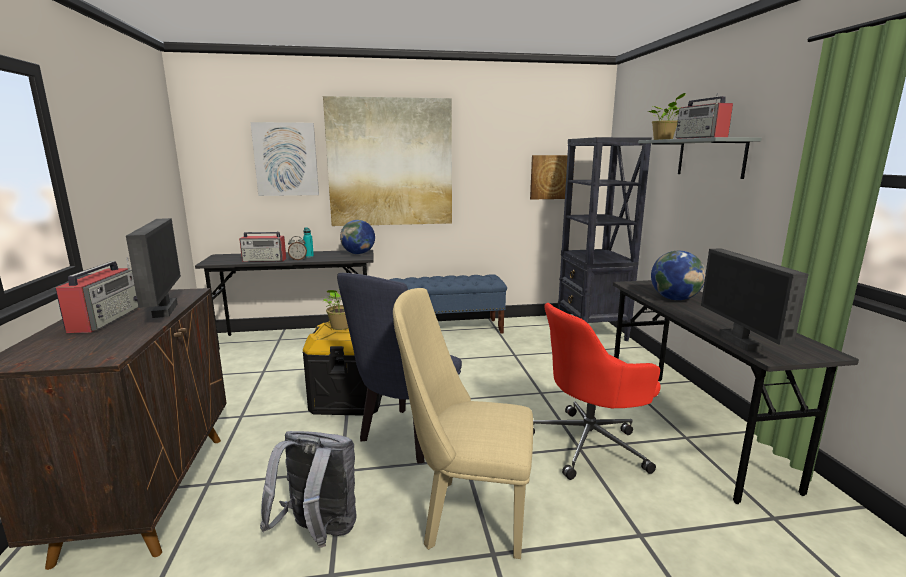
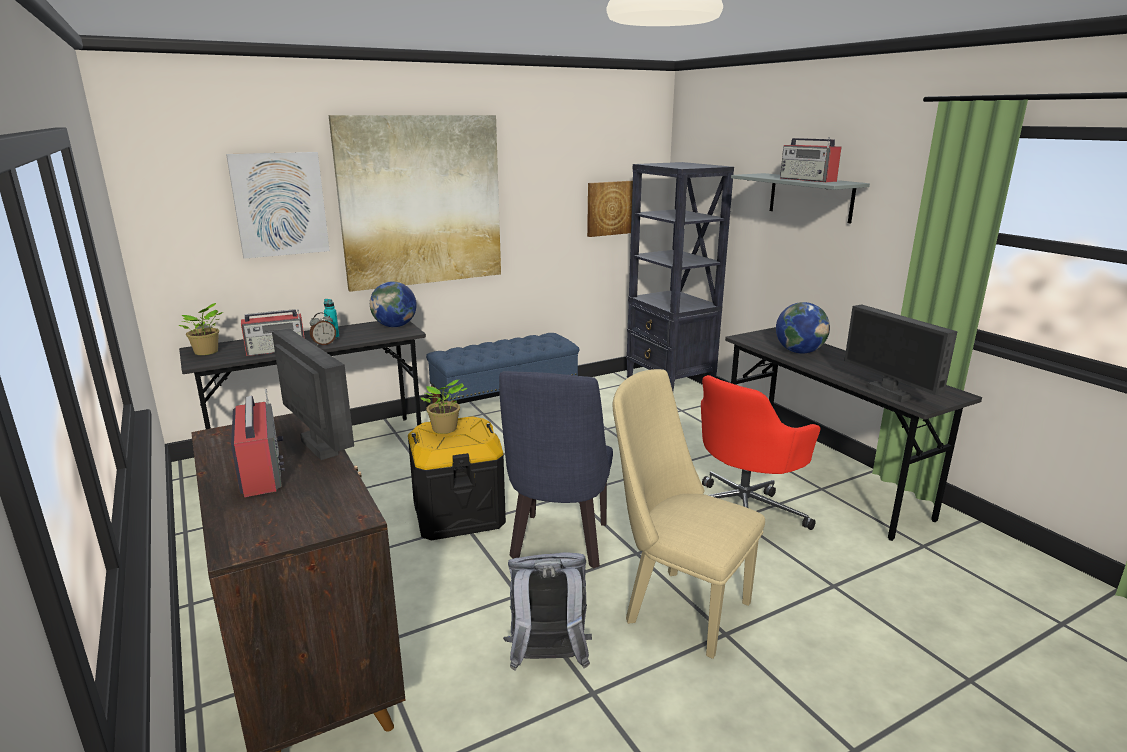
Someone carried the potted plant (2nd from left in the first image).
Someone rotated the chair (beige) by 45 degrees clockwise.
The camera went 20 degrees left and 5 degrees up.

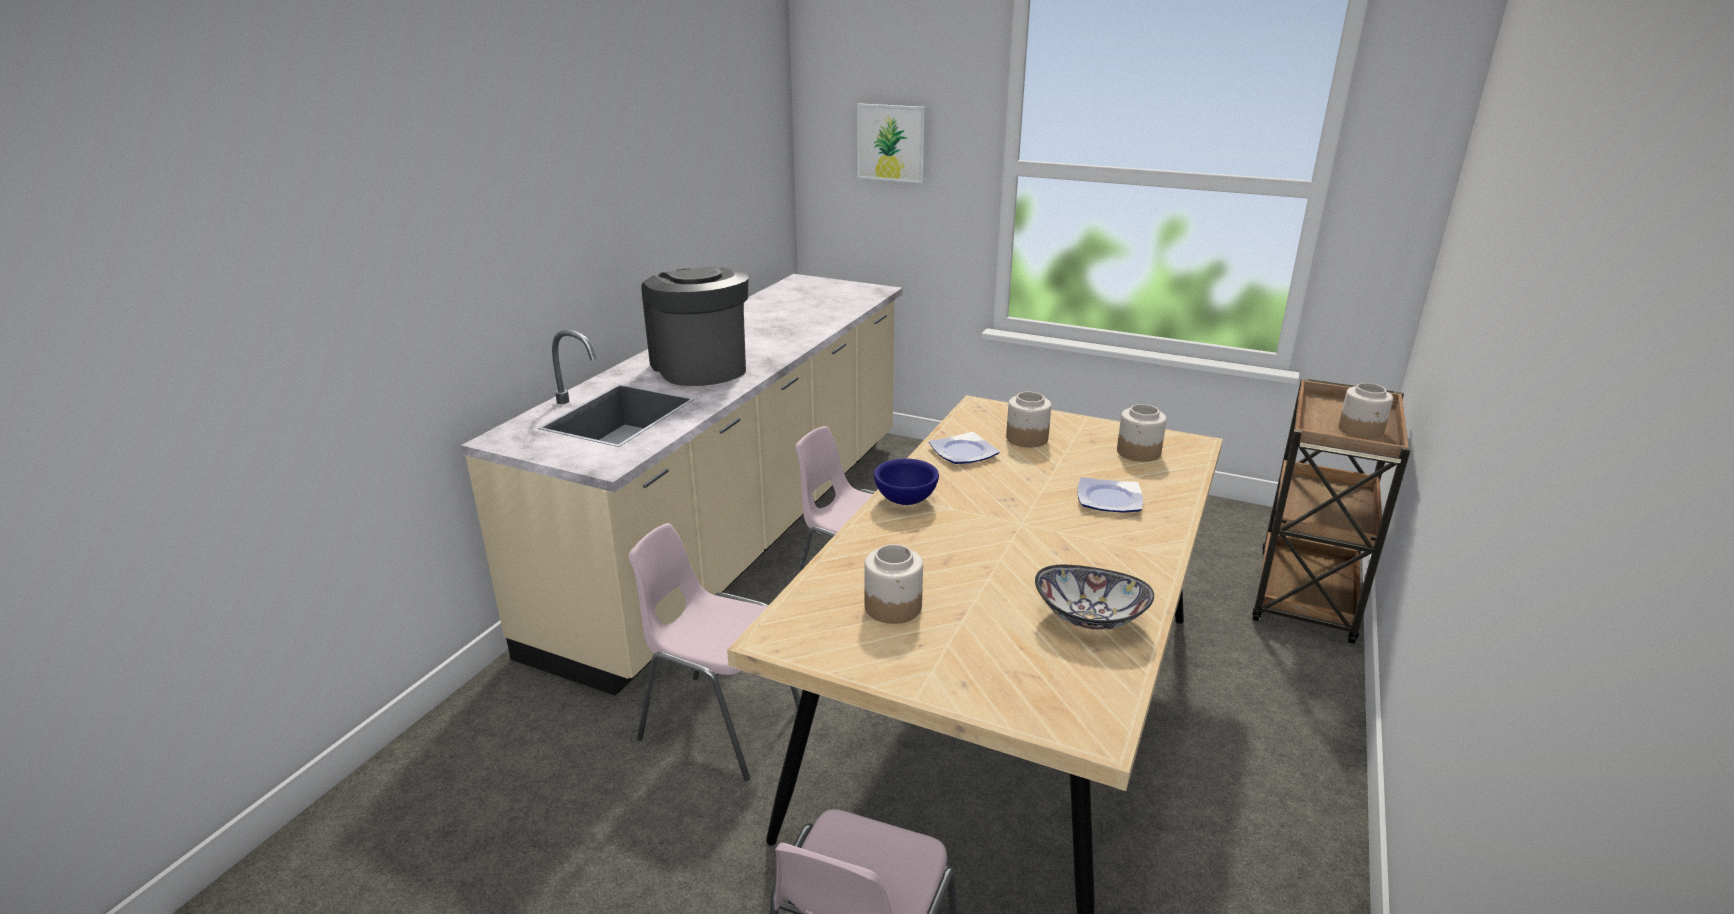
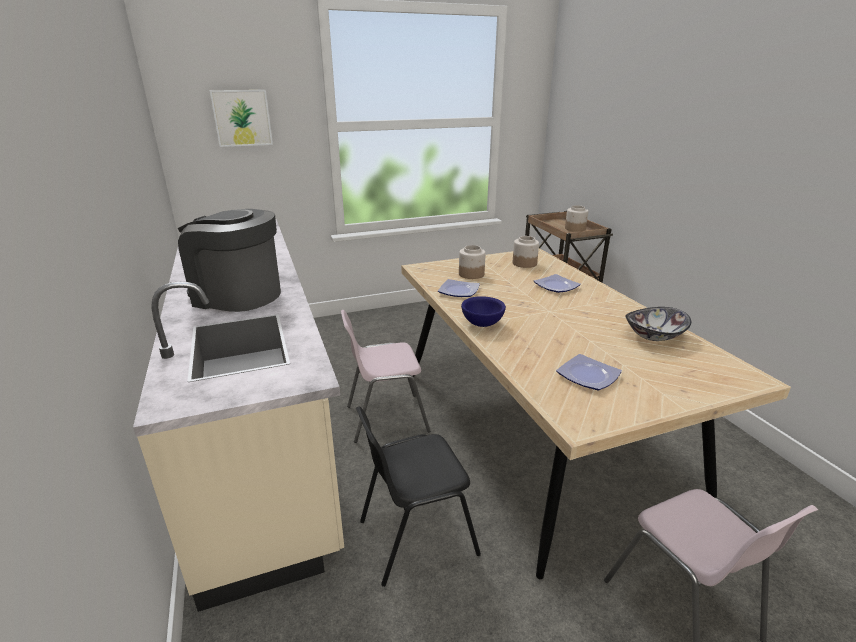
Someone repainted the chair (pink) (1st from left), which became the chair (black).
Someone swapped the jar (1st from left) for the plate (3rd from left).
The camera went 45 degrees left and 0 degrees up.

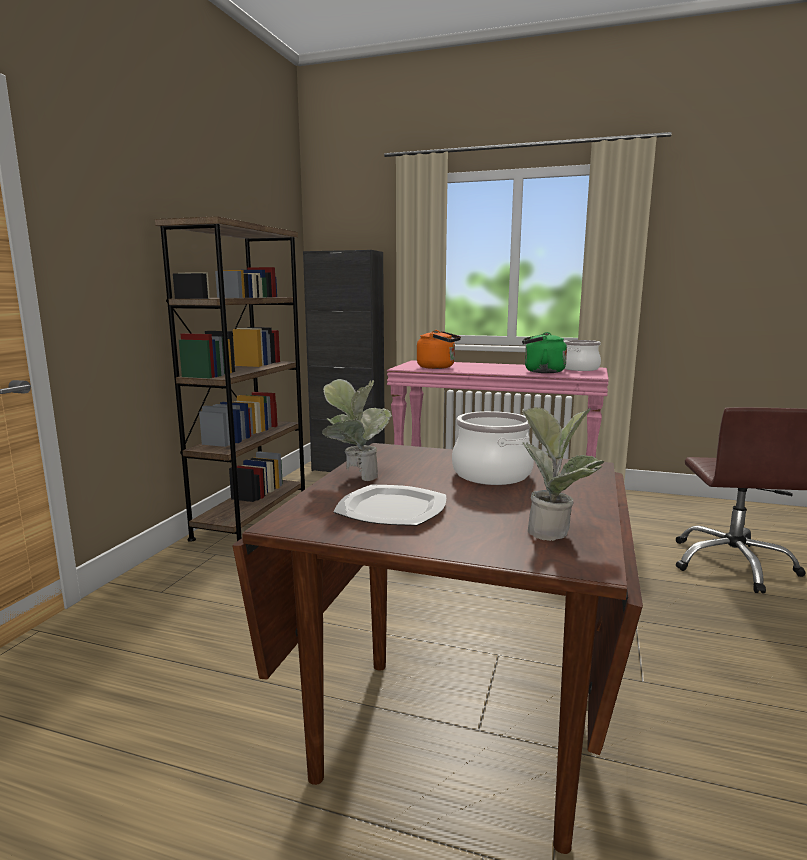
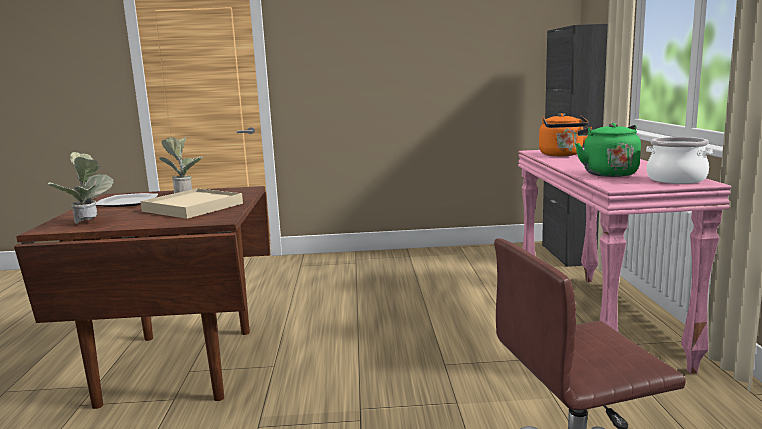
Someone swapped the cooking pot (1st from left) for the tray (beige).
Someone took away the bookcase (brown).
The camera went 70 degrees right and 0 degrees up.

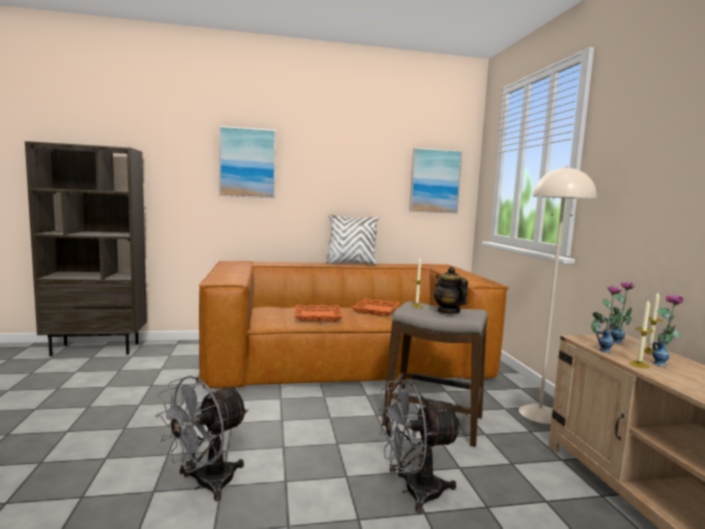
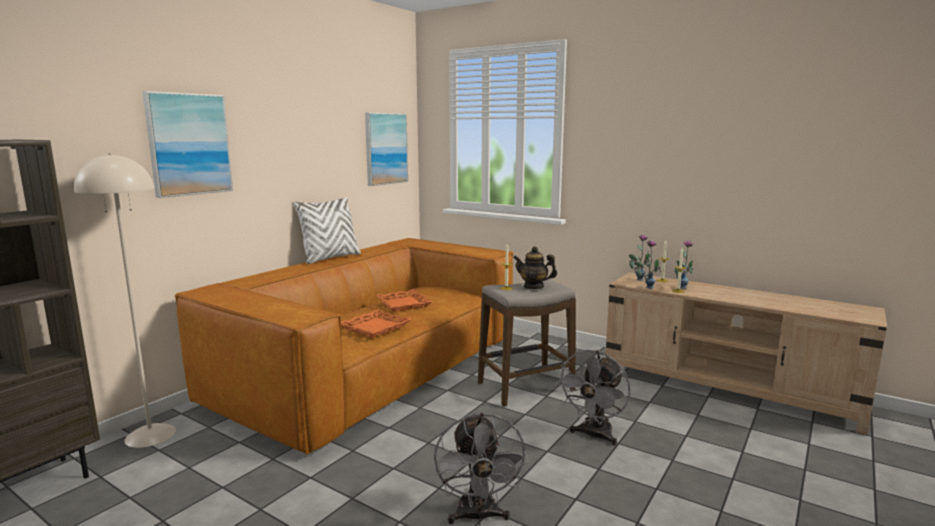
Someone carried the floor lamp (beige).
The camera went 45 degrees left and 5 degrees up.

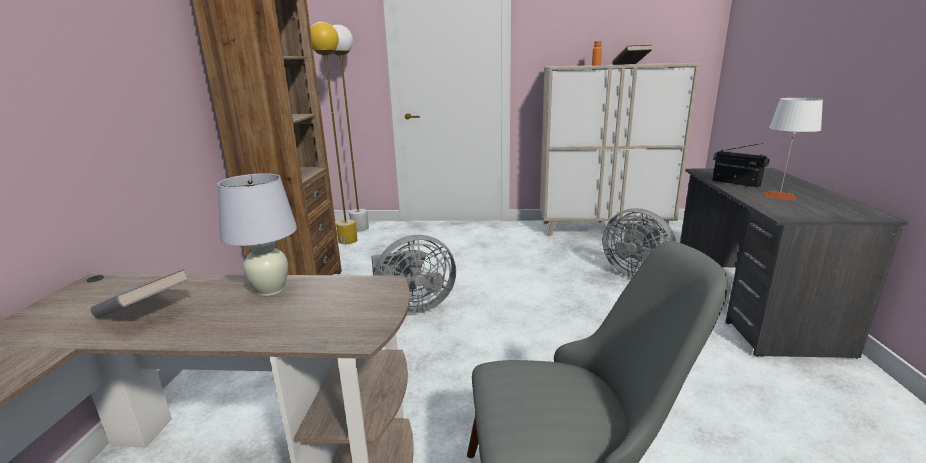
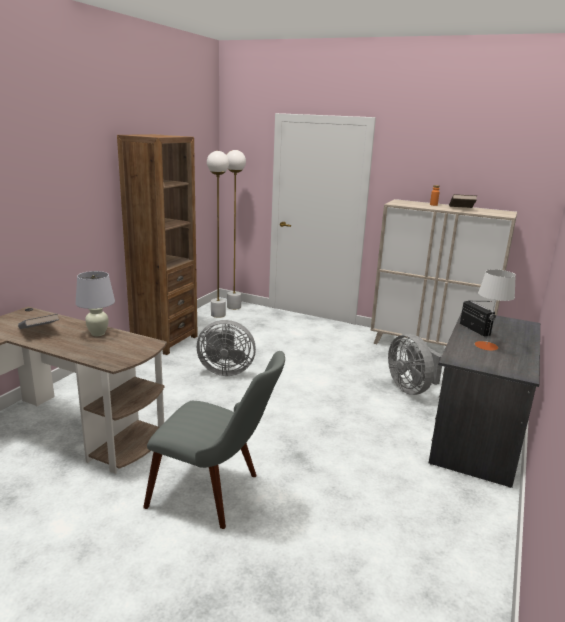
Someone repainted the floor lamp (yellow), which became the floor lamp (white) (1st from left).
The camera went 20 degrees right and 0 degrees up.

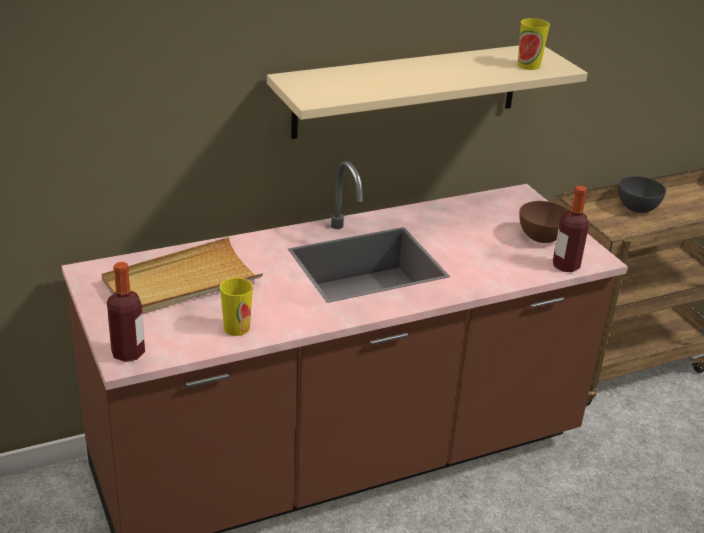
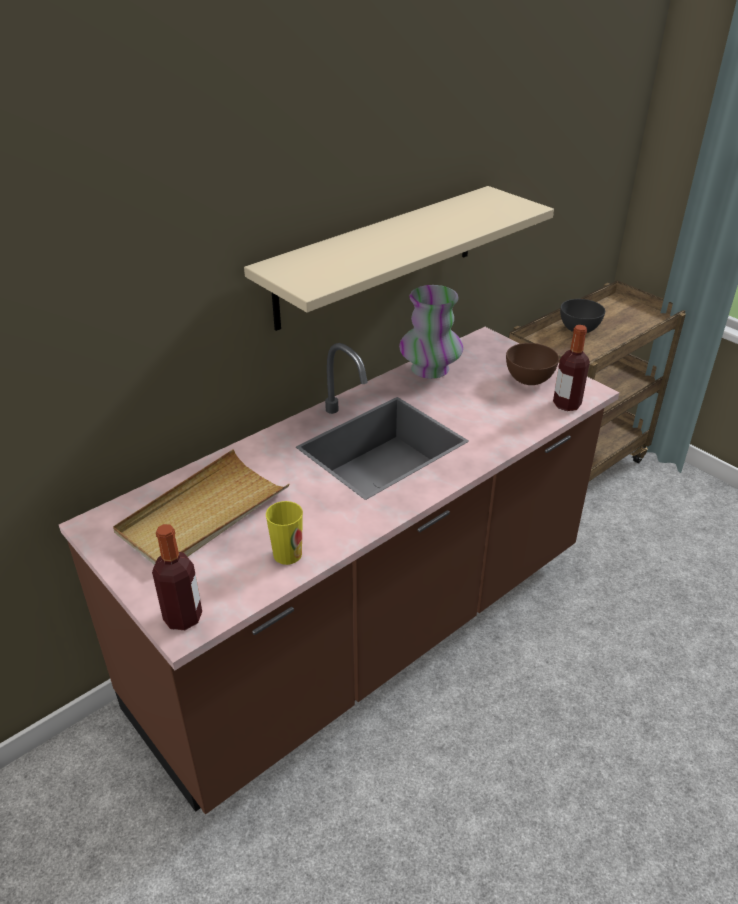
Someone put down the vase.
Someone took away the cup (2nd from left).
The camera went 15 degrees left and 5 degrees up.

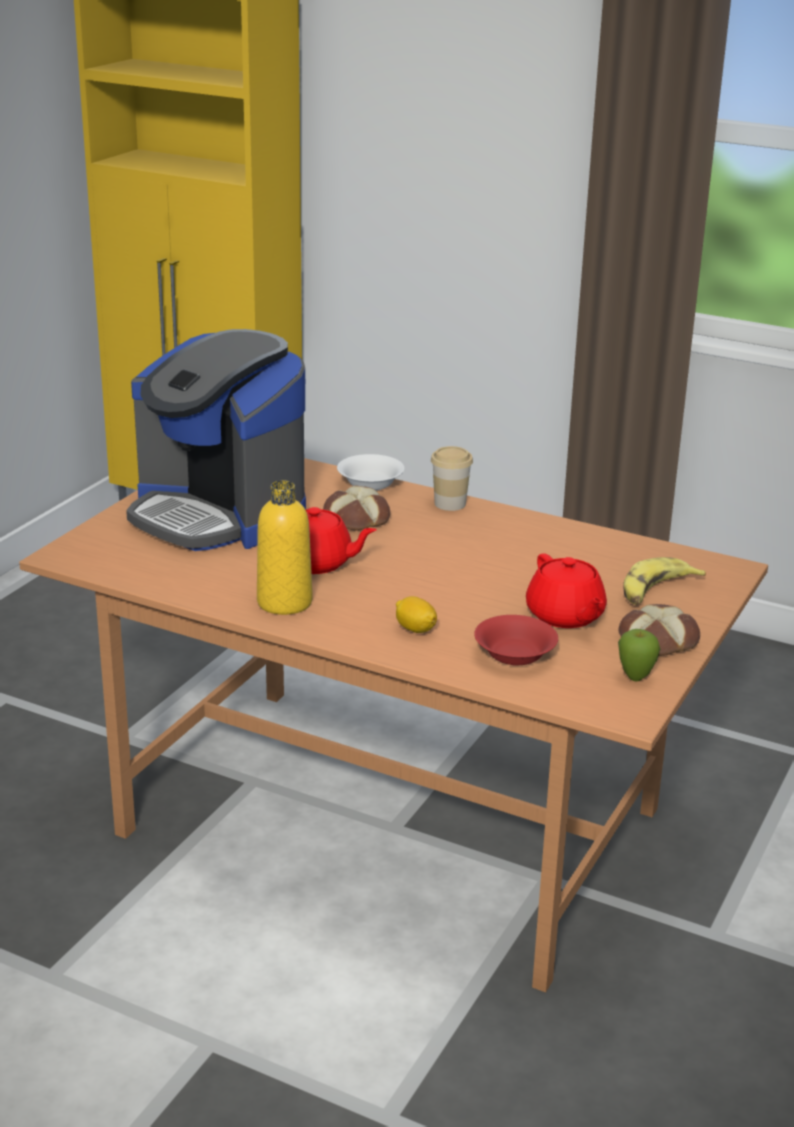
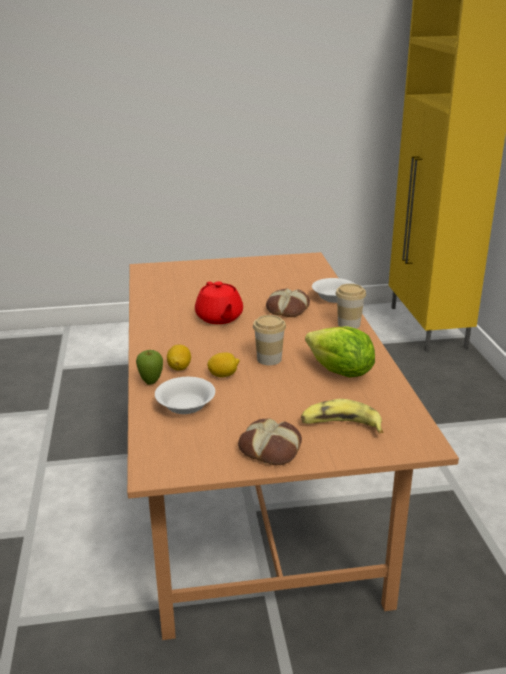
Someone carried the apple.
Someone repainted the bowl (red), which became the bowl (white) (1st from left).
Someone put down the lemon (2nd from left).
Someone put down the cup (1st from left).
Someone put down the lettuce.
Someone took away the coffee machine.
Someone took away the bottle (yellow).
Someone took away the teapot (red) (2nd from left).
The camera went 55 degrees right and 0 degrees up.

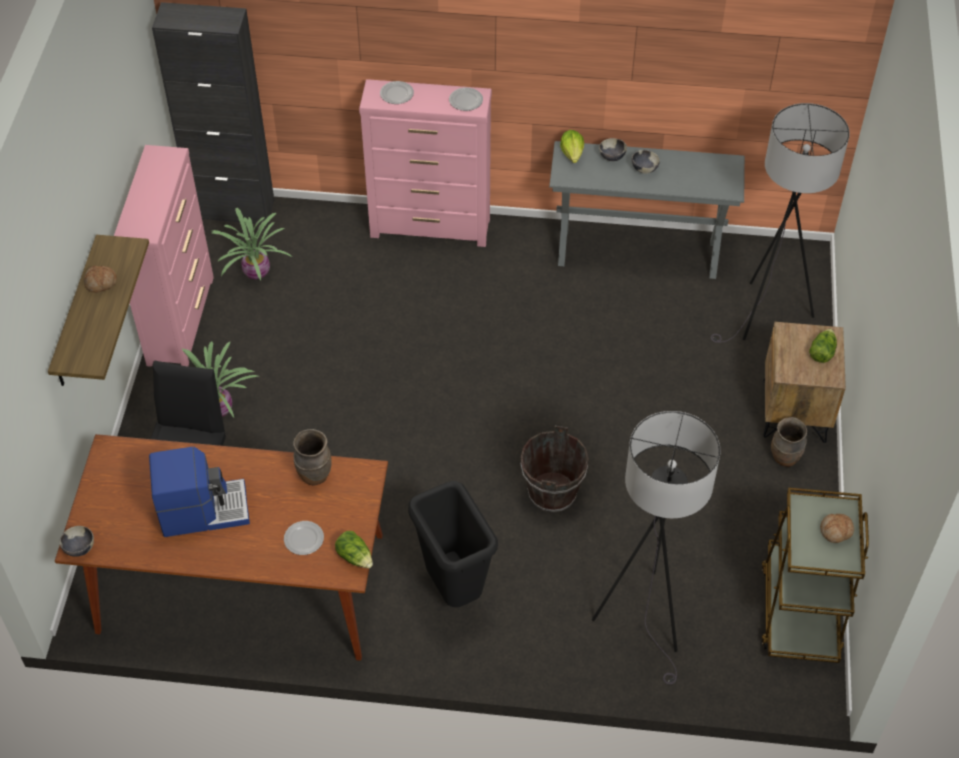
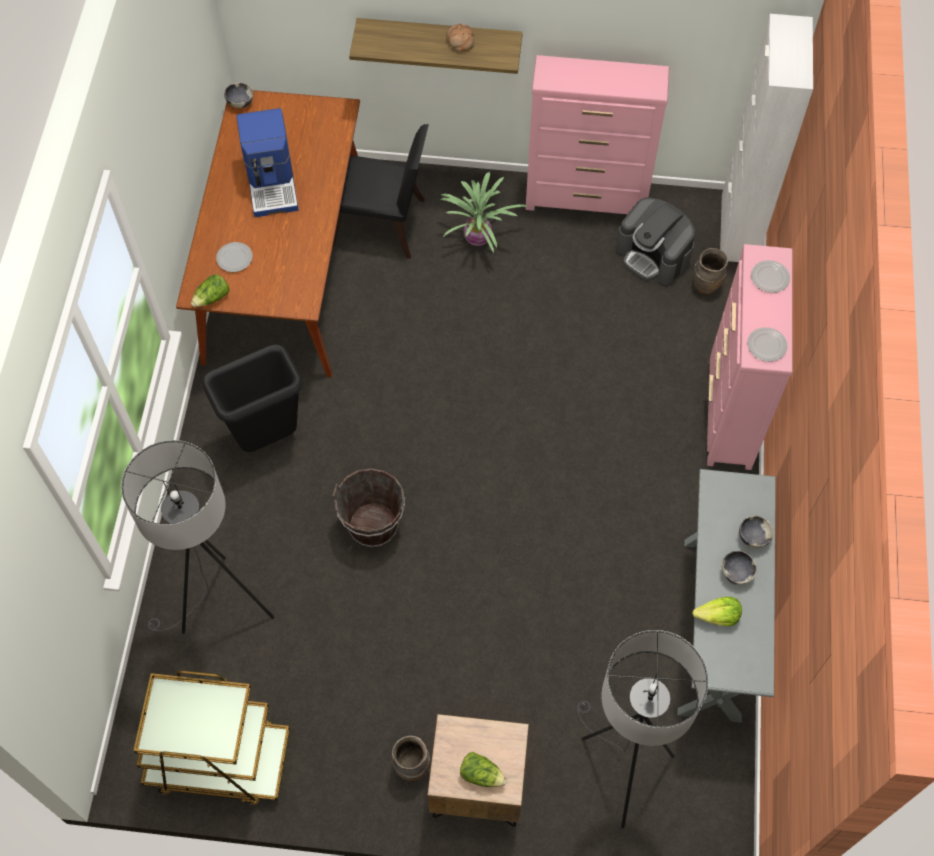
Someone swapped the potted plant (2nd from left) for the coffee machine (2nd from left).
Someone carried the lettuce (2nd from left in the first image).
Someone carried the vase (brown) (1st from left in the first image).
Someone repainted the cabinet (black), which became the cabinet (white).
Someone took away the bread (2nd from left).
The camera went 90 degrees right and 10 degrees up.

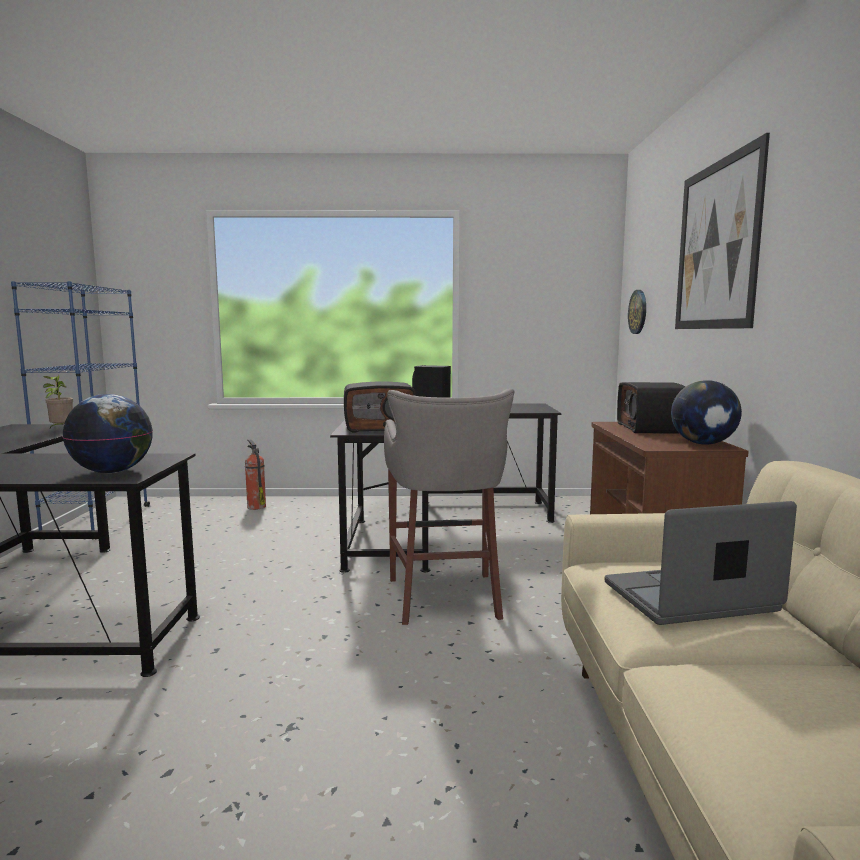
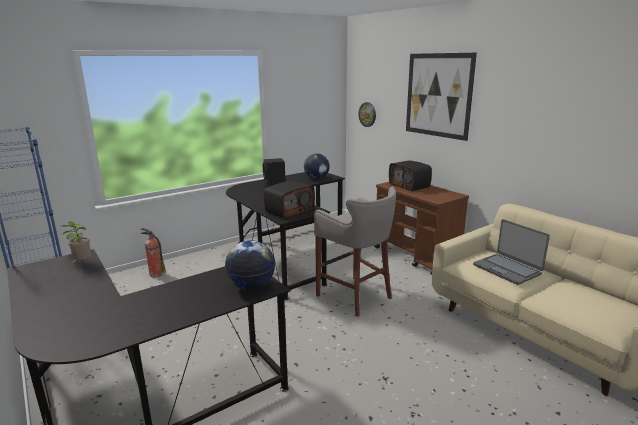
Someone carried the globe (2nd from left).
Someone rotated the laptop by 75 degrees counterclockwise.
The camera went 35 degrees left and 10 degrees up.

